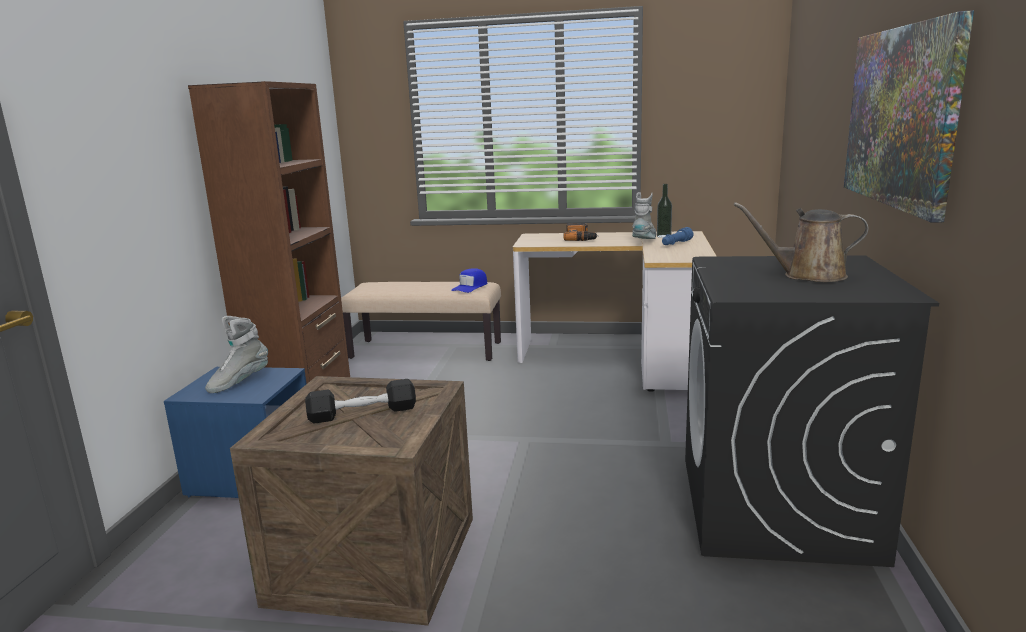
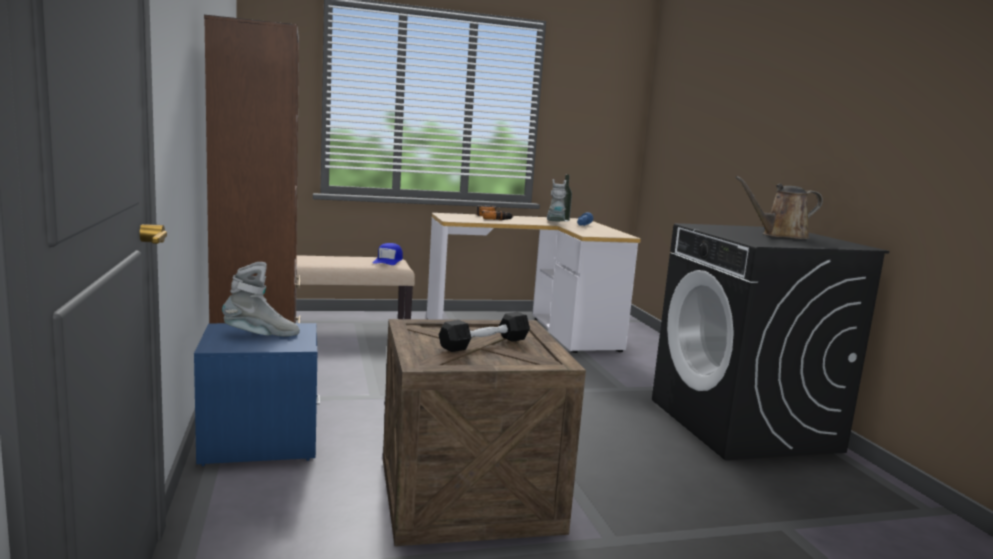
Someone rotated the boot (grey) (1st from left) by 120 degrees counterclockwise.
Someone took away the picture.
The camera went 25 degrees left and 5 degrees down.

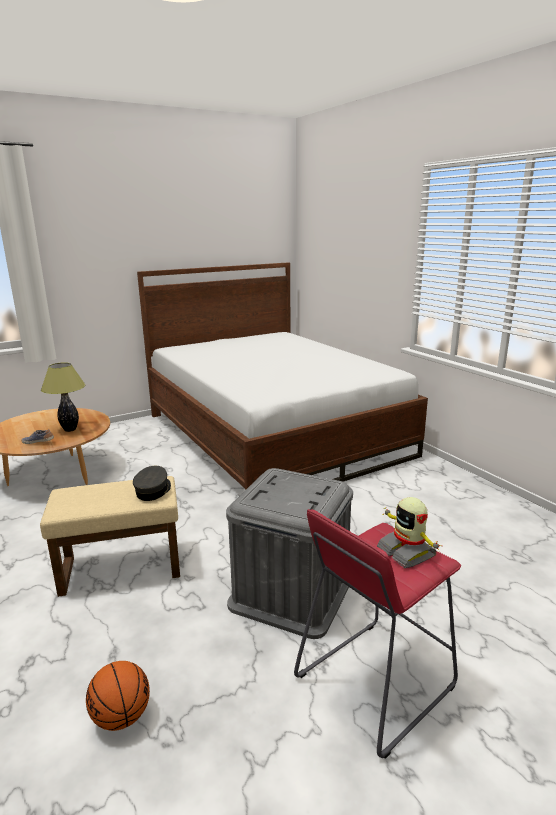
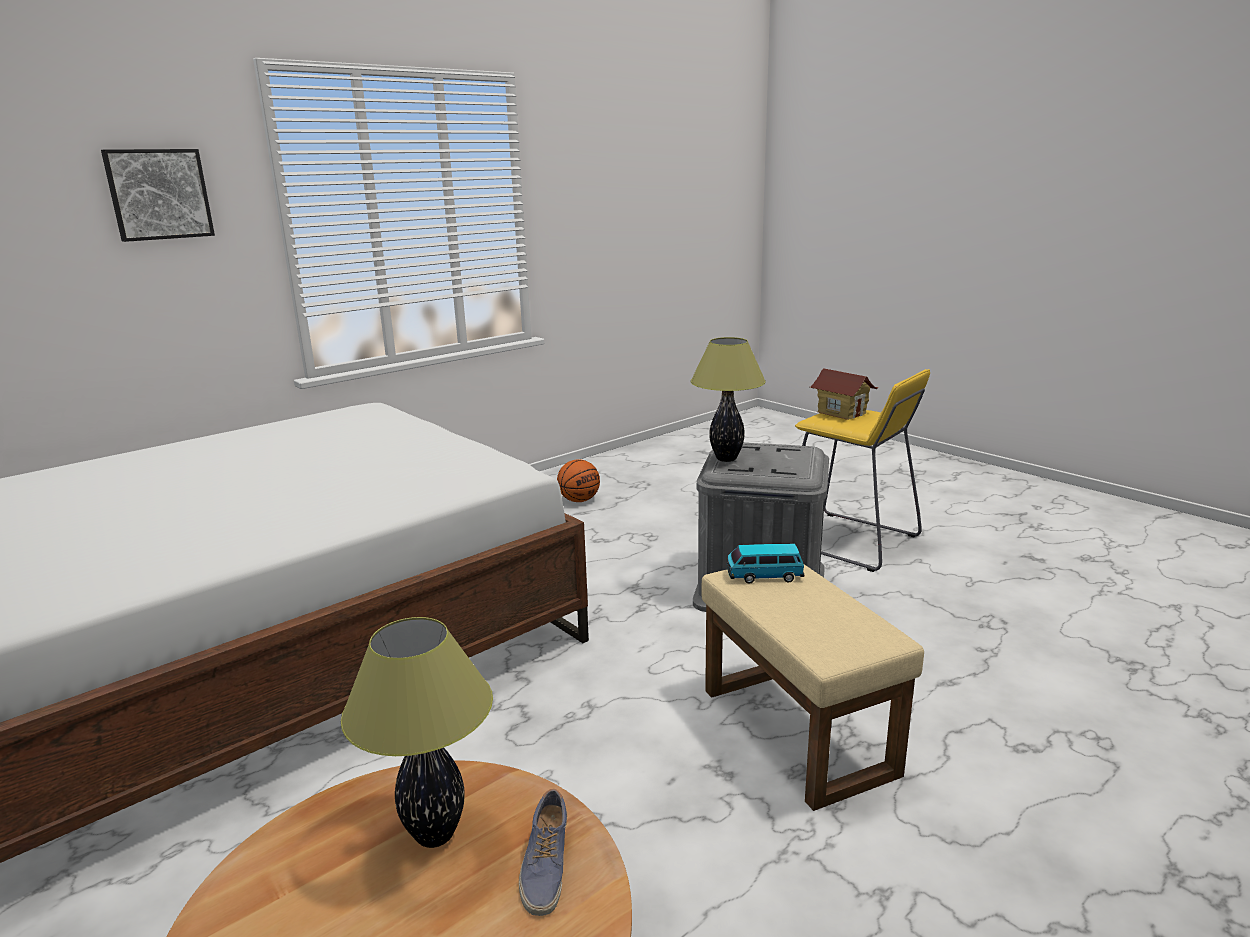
Someone put up the picture.
Someone carried the basketball.
Someone put down the table lamp (2nd from left).
Someone swapped the cap (grey) for the toy car.
Someone repainted the stool (red), which became the stool (yellow).
Someone swapped the toy robot for the toy house.
The camera went 100 degrees left and 0 degrees up.

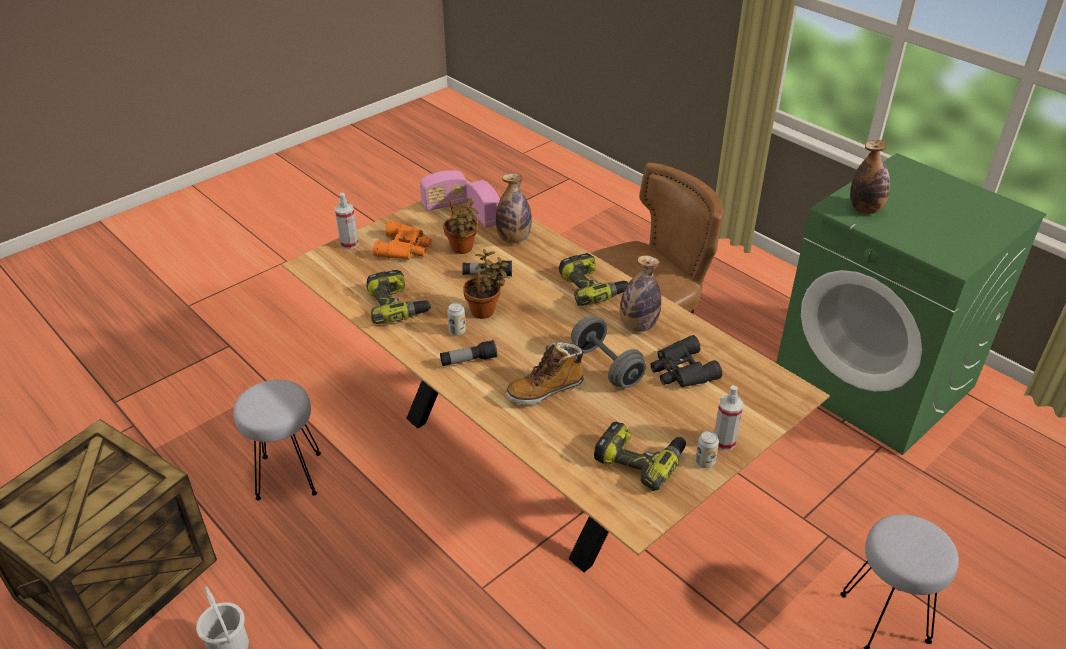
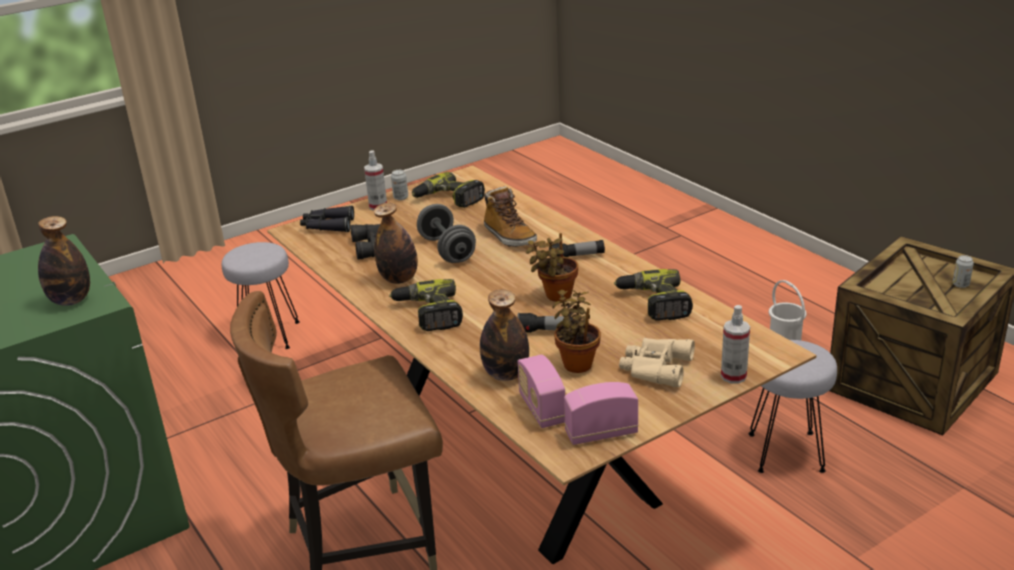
Someone put down the binoculars (black) (1st from left).
Someone rotated the boot by 75 degrees clockwise.
Someone repainted the binoculars (orange), which became the binoculars (beige).
Someone carried the can (1st from left in the first image).
The camera went 170 degrees left and 10 degrees down.

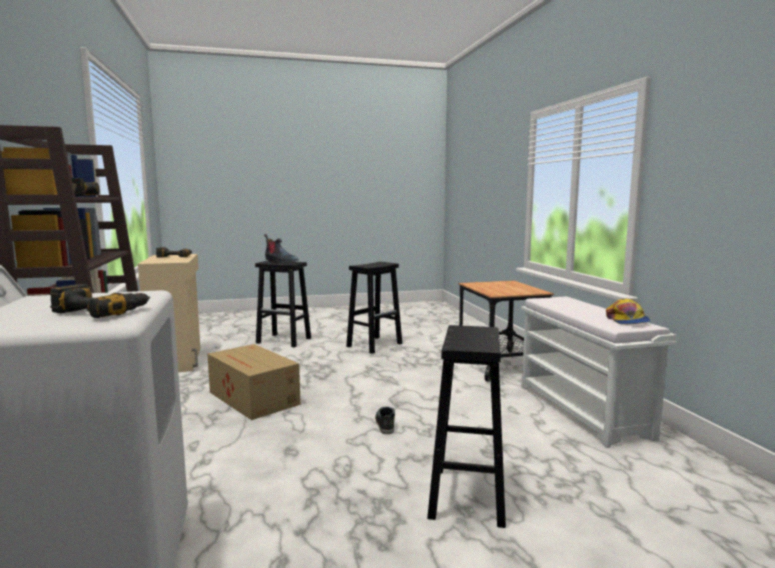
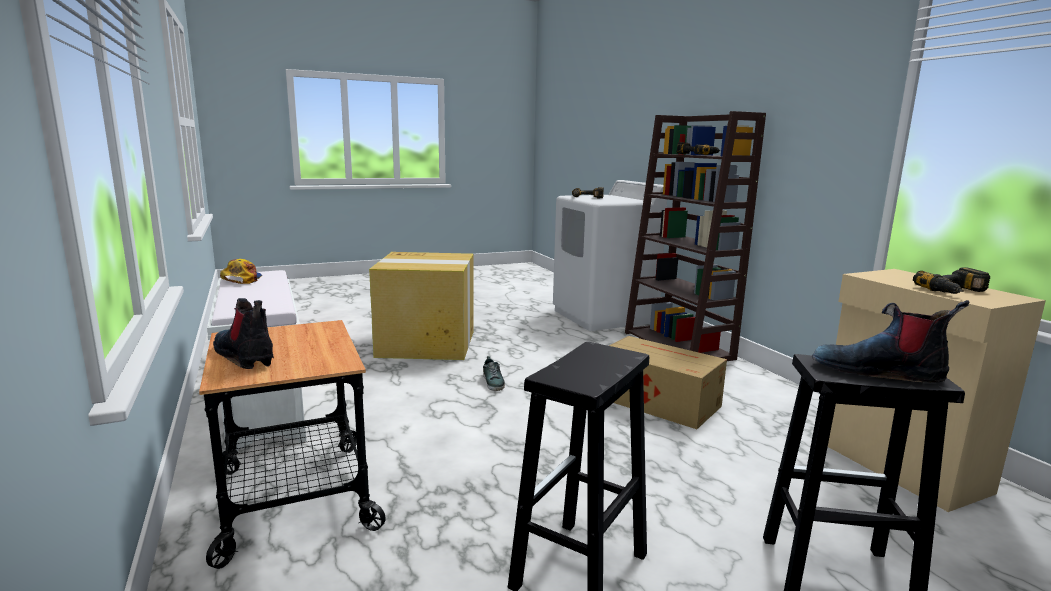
Someone put down the boot (1st from left).
Someone swapped the stool (black) (3rd from left) for the cardboard box (1st from left).
The camera went 170 degrees right and 5 degrees up.

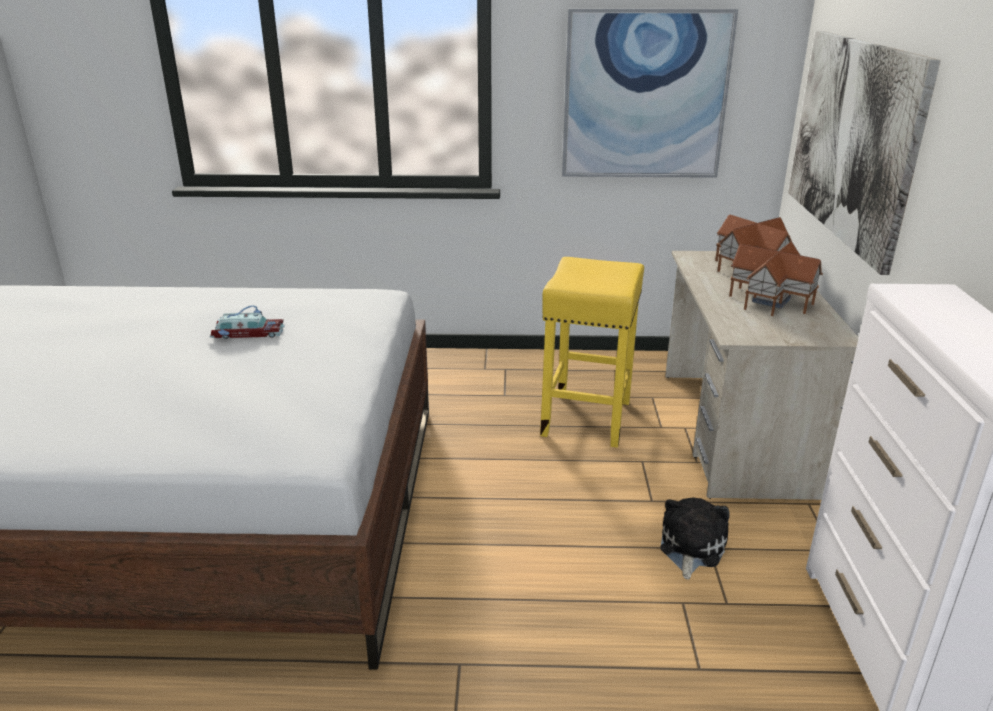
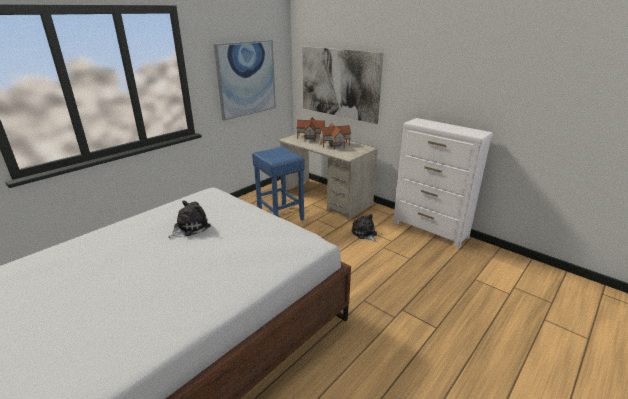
Someone swapped the toy car for the plush toy (1st from left).
Someone repainted the stool (yellow), which became the stool (blue).
The camera went 50 degrees left and 0 degrees up.

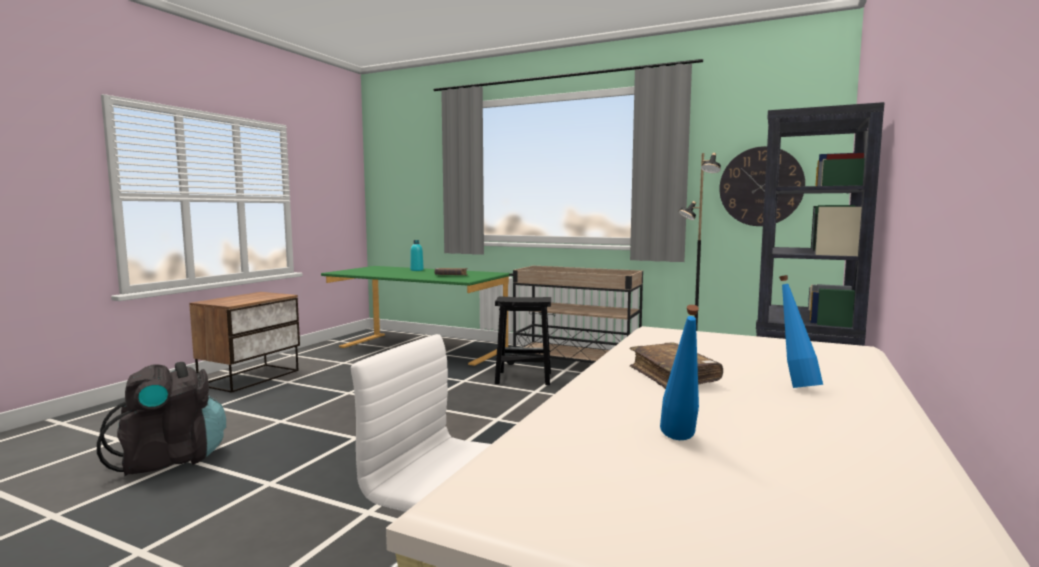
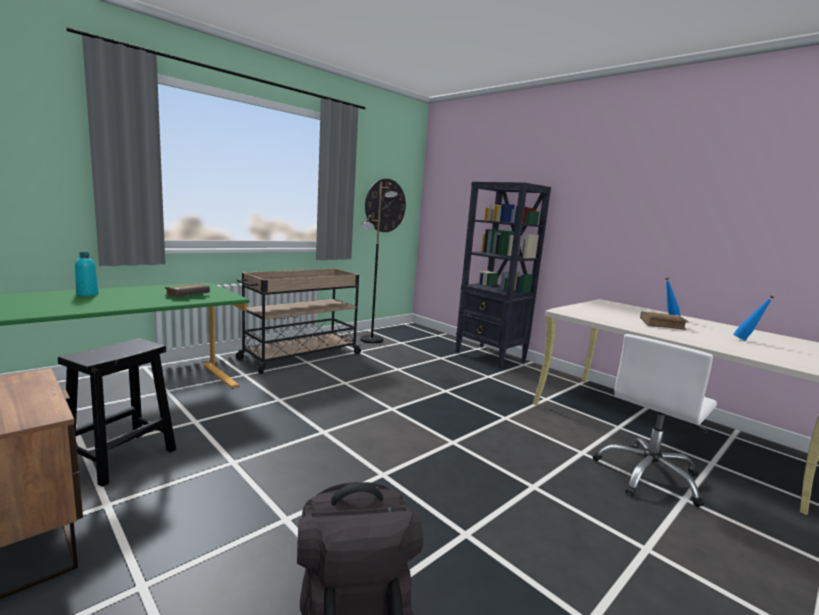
Someone carried the stool (black).
The camera went 70 degrees left and 5 degrees up.

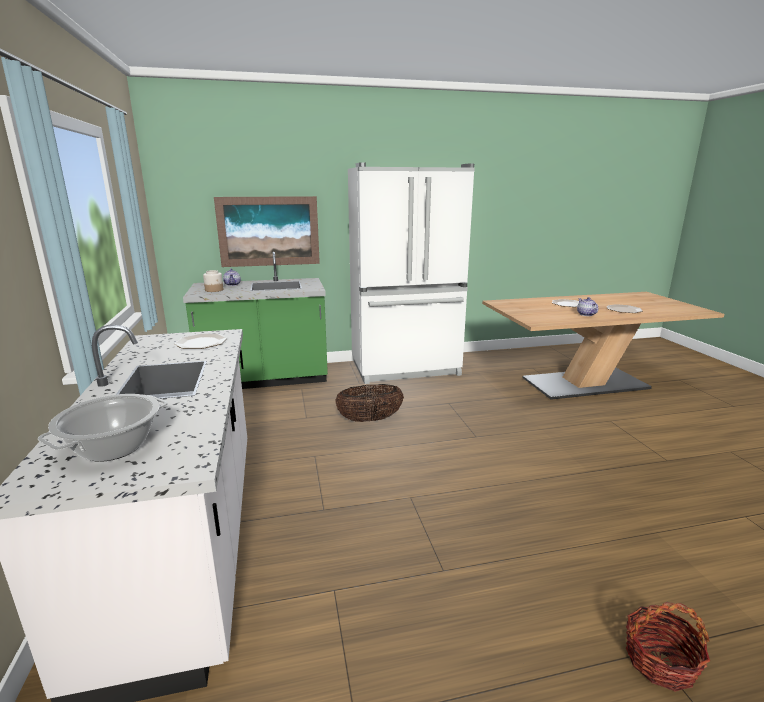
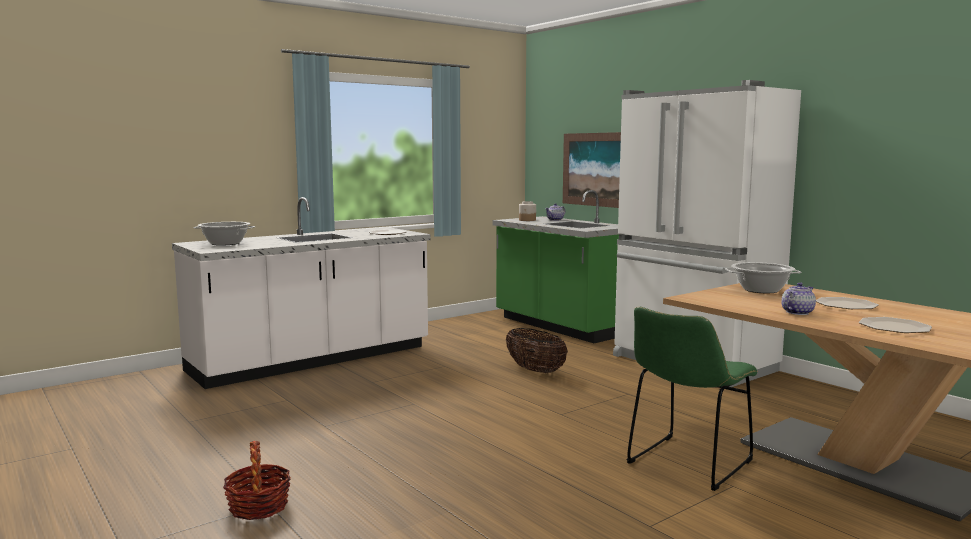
Someone put down the chair (green).
Someone put down the cooking pot (2nd from left).
The camera went 65 degrees right and 10 degrees down.

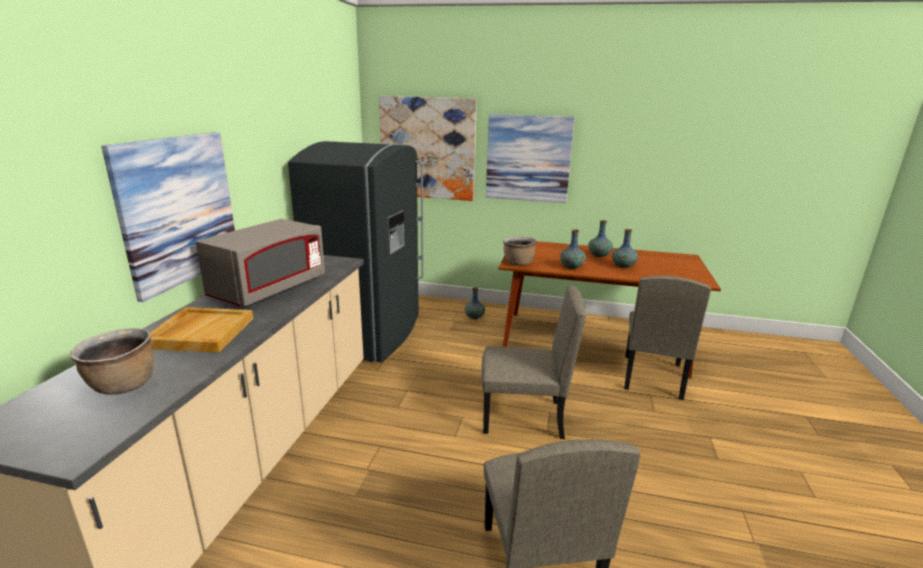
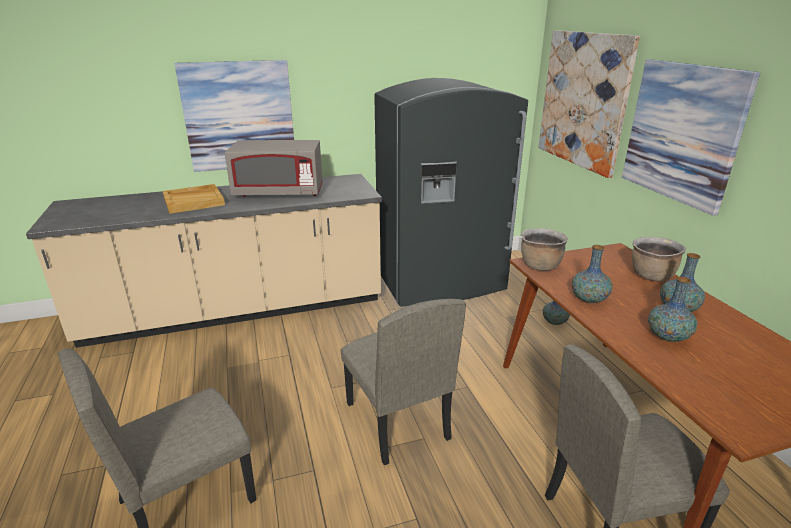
Someone carried the cooking pot (brown) (1st from left in the first image).
The camera went 60 degrees right and 5 degrees up.

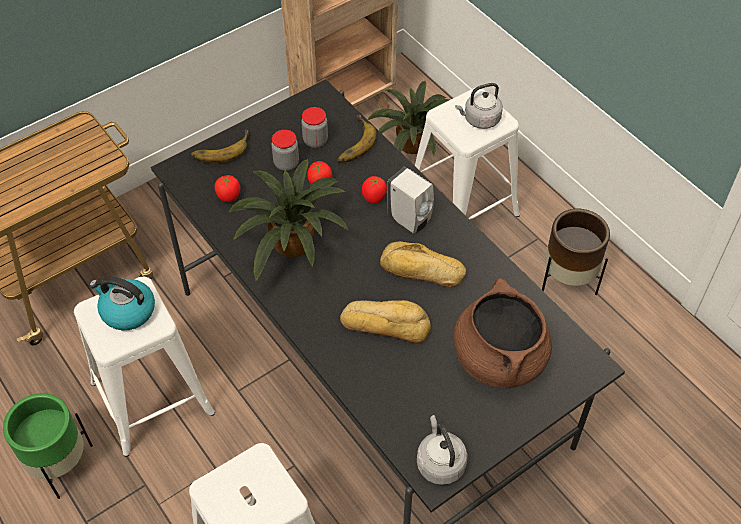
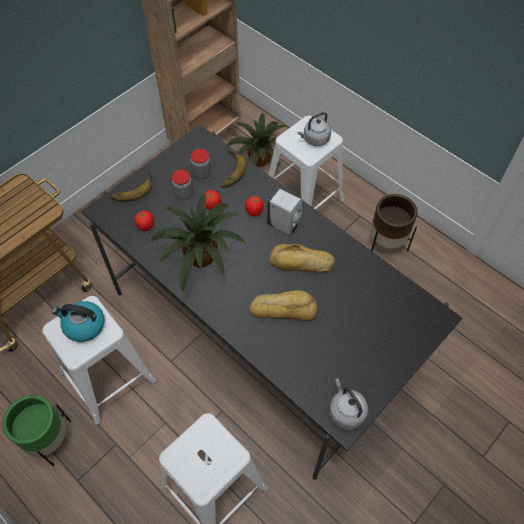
Someone took away the cooking pot (brown).
The camera went 10 degrees left and 5 degrees up.

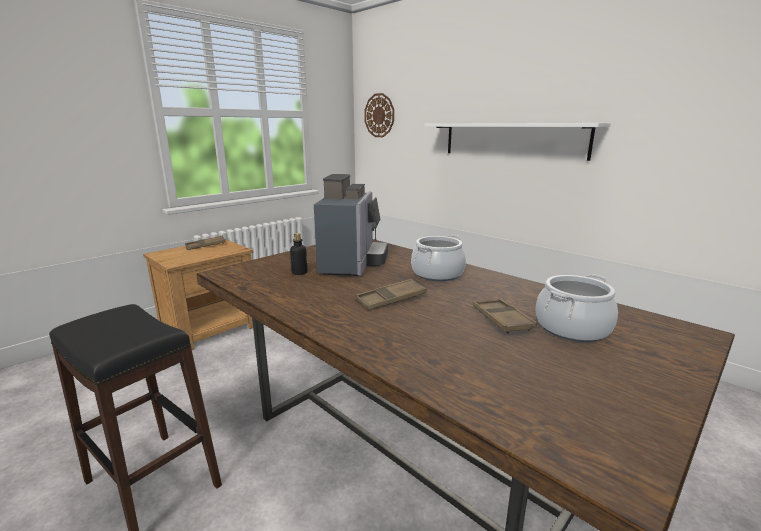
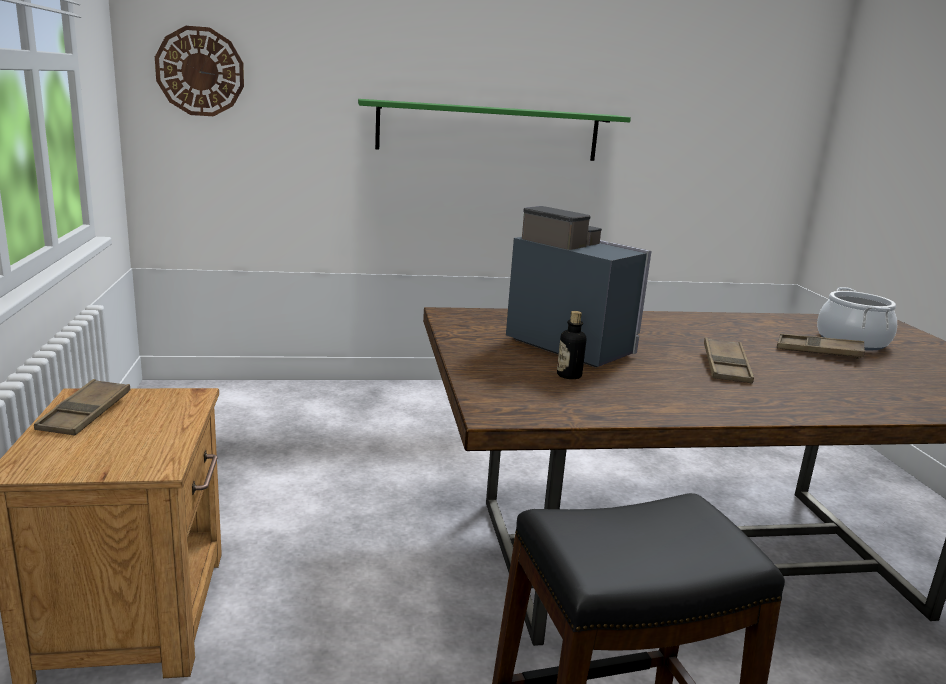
Someone repainted the shelf (white), which became the shelf (green).
Someone took away the cooking pot (1st from left).
The camera went 55 degrees left and 0 degrees up.

